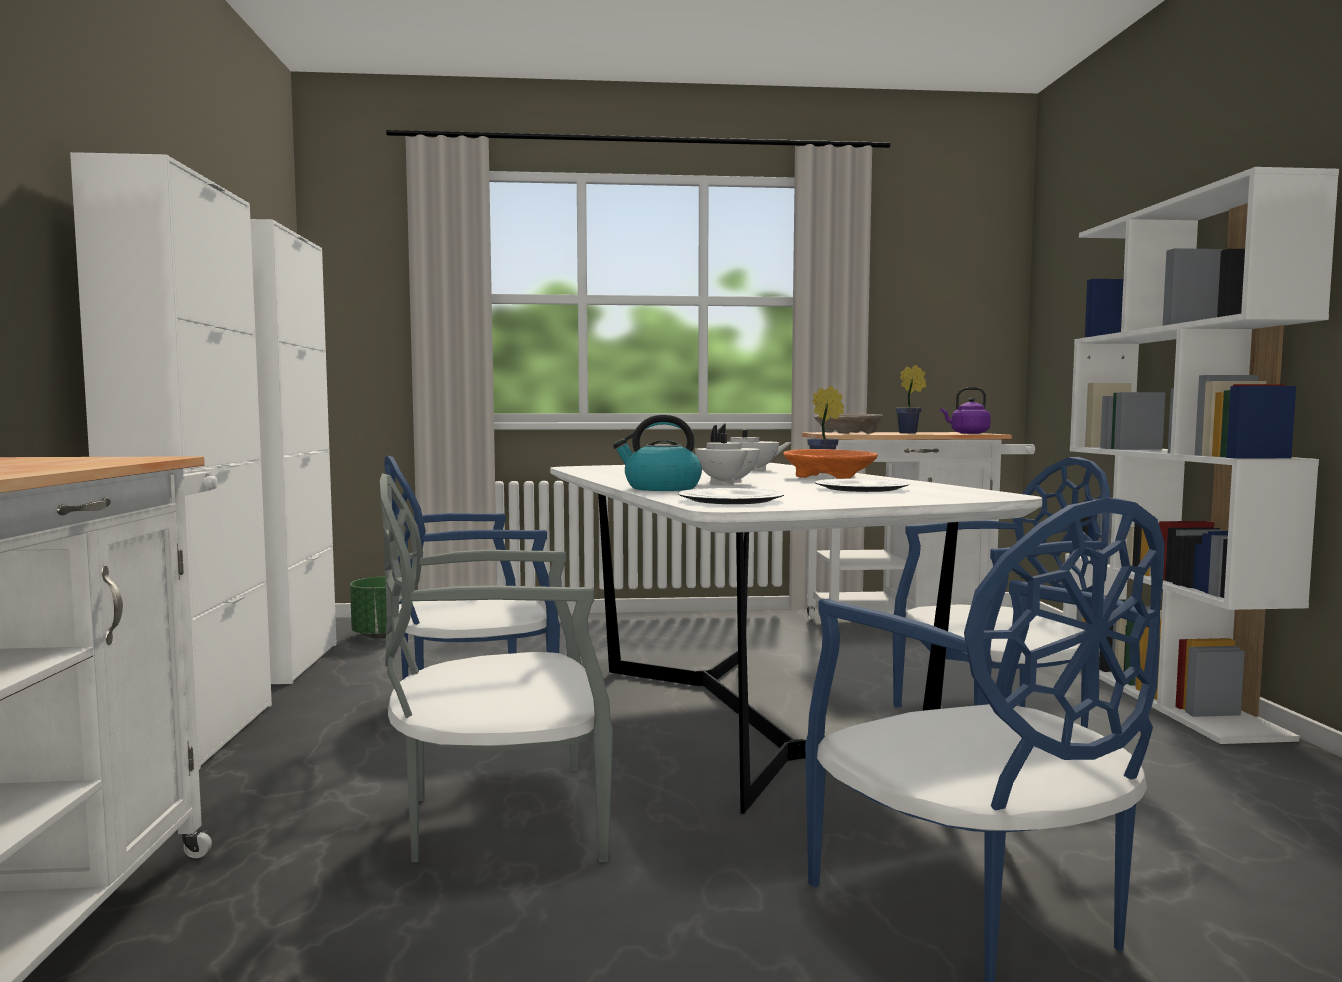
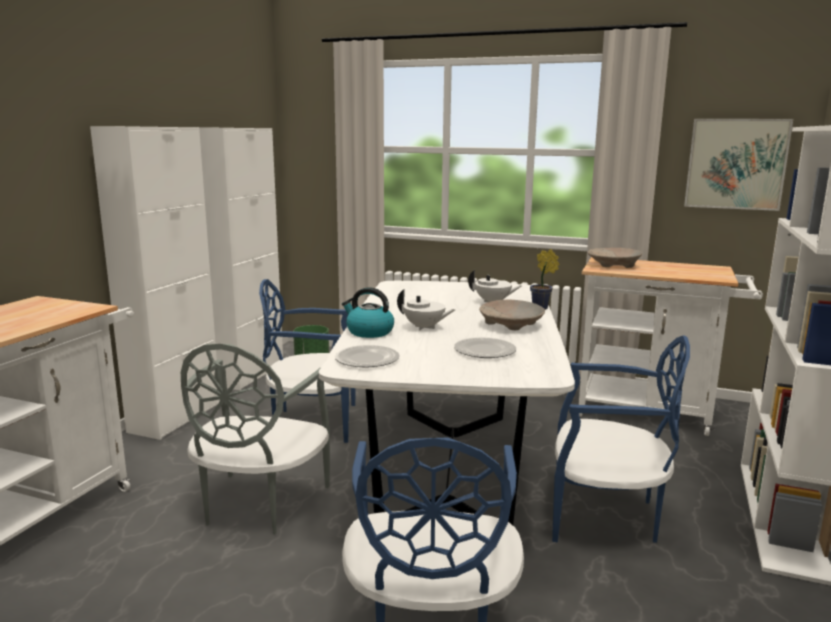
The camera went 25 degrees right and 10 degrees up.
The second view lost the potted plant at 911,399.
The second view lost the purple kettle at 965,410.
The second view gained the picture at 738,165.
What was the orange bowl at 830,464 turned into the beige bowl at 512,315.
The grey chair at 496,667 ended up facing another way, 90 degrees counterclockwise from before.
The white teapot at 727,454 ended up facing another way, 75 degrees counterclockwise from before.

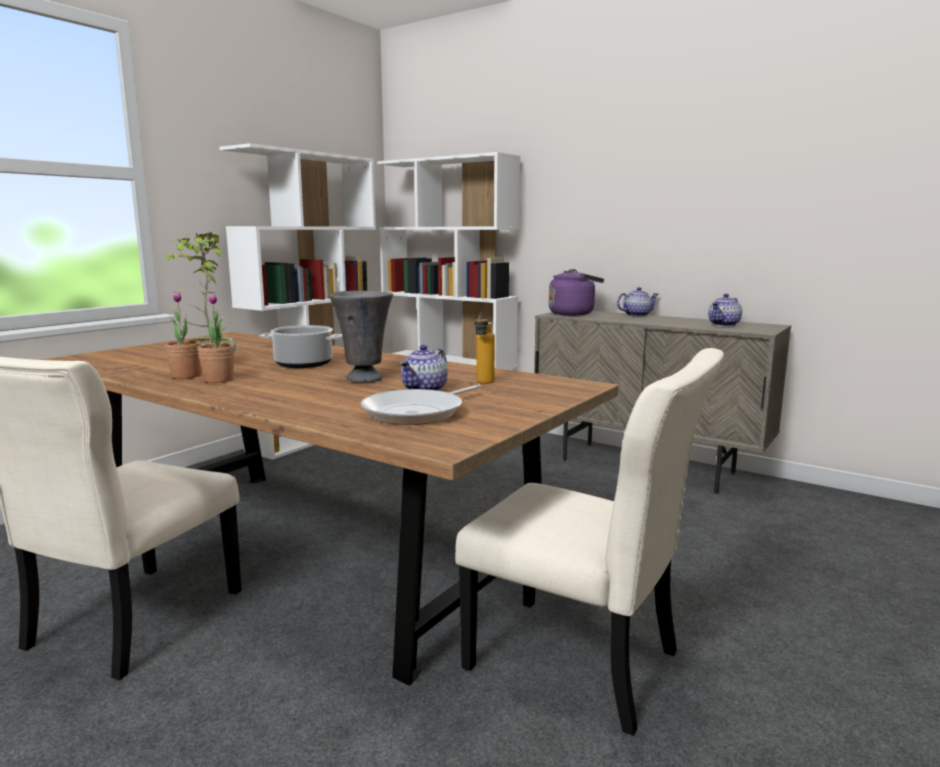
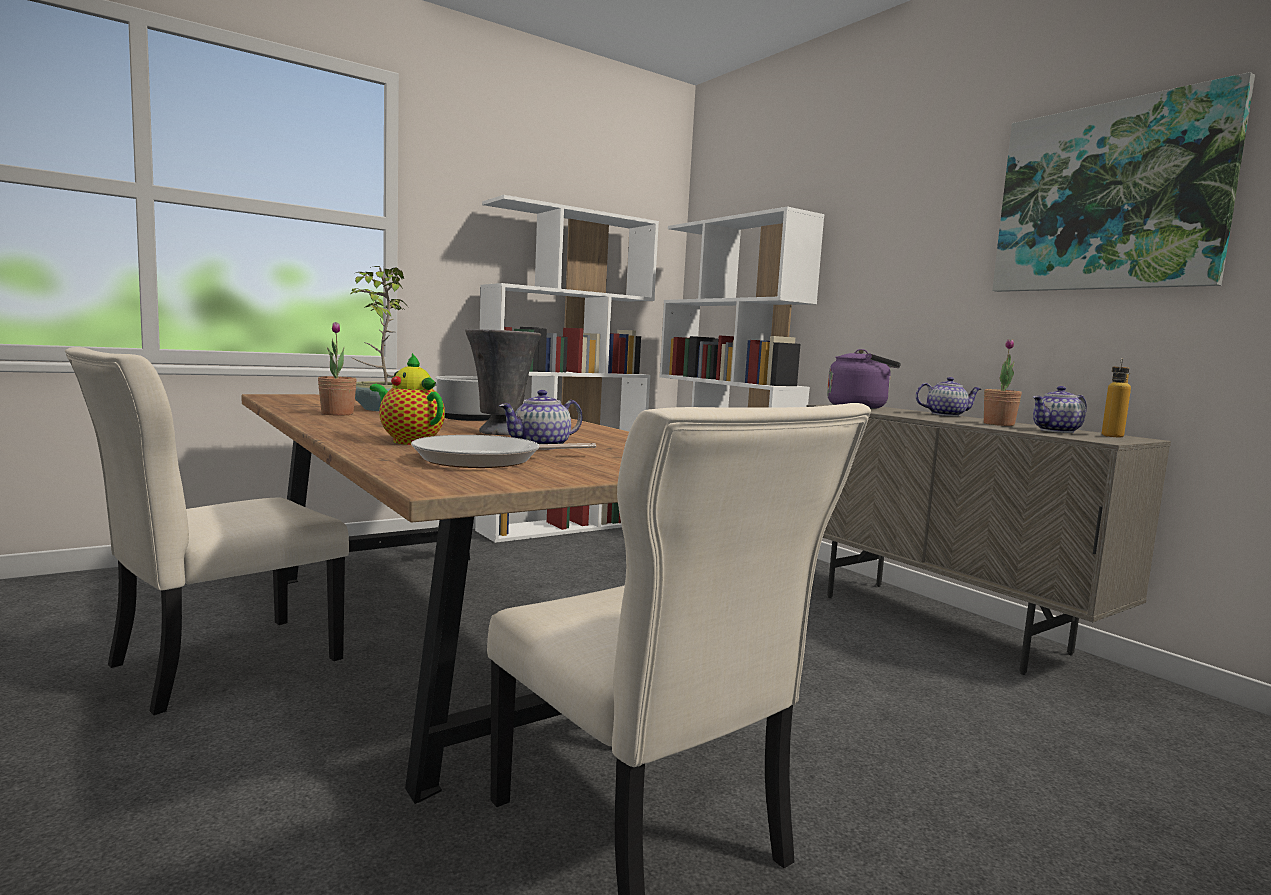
The camera went 20 degrees right and 5 degrees down.
The second view gained the teapot at 407,399.
The second view gained the picture at 1123,182.
The potted plant ended up elsewhere, having gone from 215,338 to 1003,382.
The bottle ended up elsewhere, having gone from 484,347 to 1116,398.

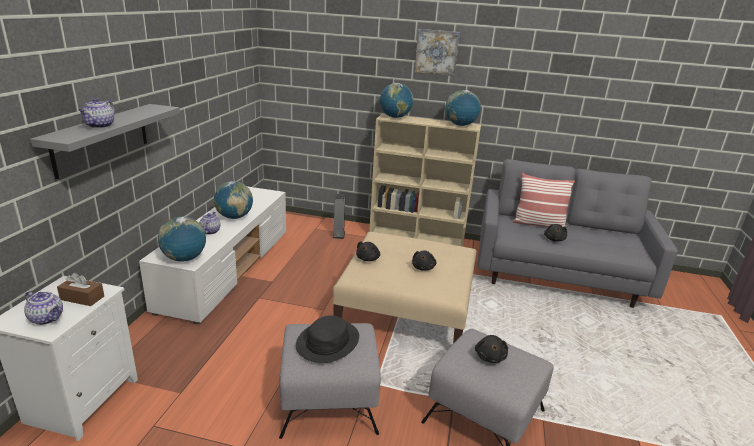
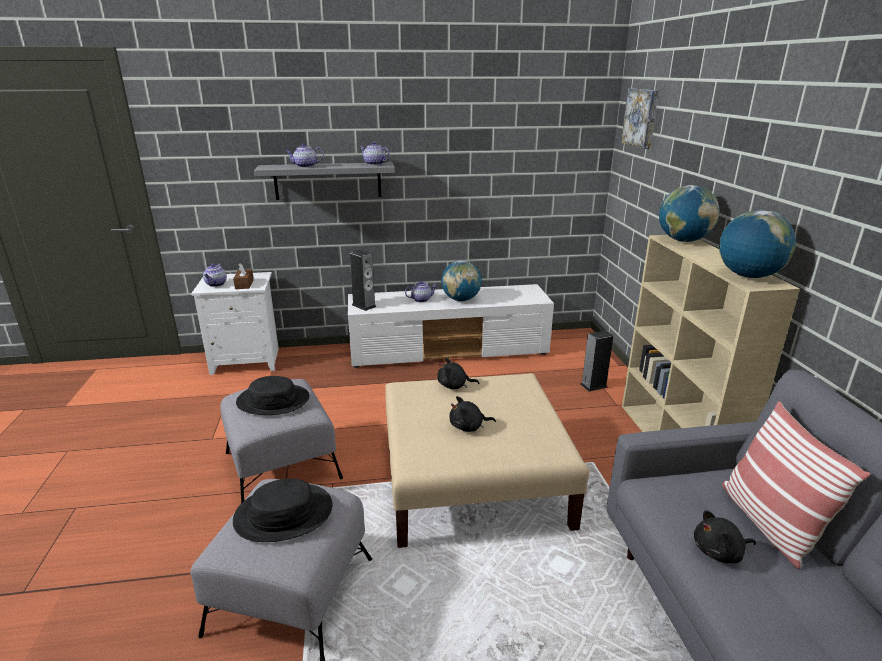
The camera went 70 degrees right and 0 degrees up.
The second view gained the teapot at 375,153.
The picture ended up elsewhere, having gone from 437,52 to 640,119.
Where the globe stood at 182,239, the speaker came to stand at 363,280.
Where the black plush toy stood at 491,349, the black hat came to stand at 283,510.

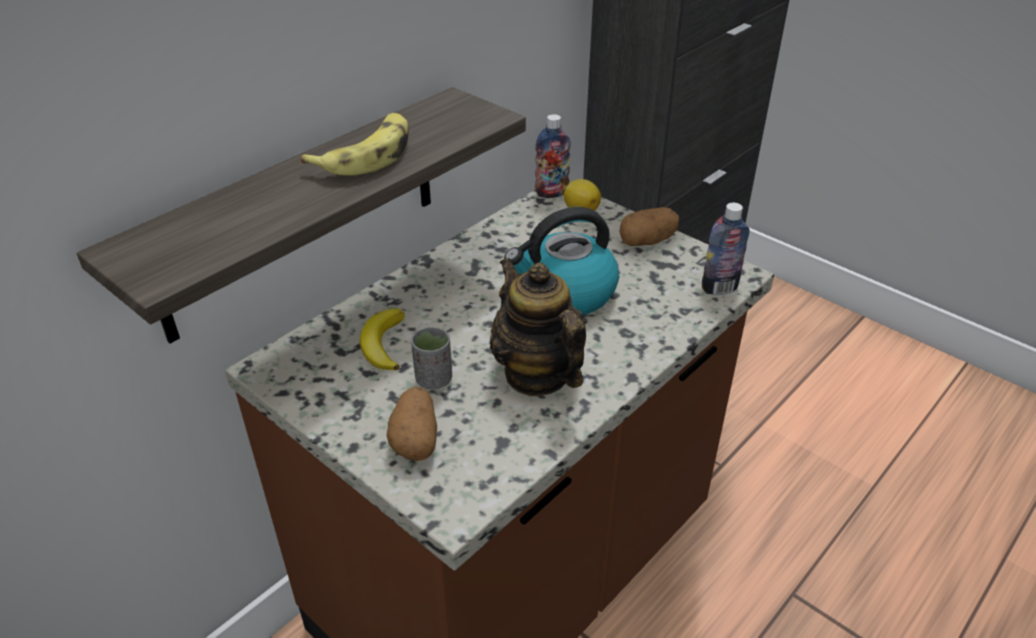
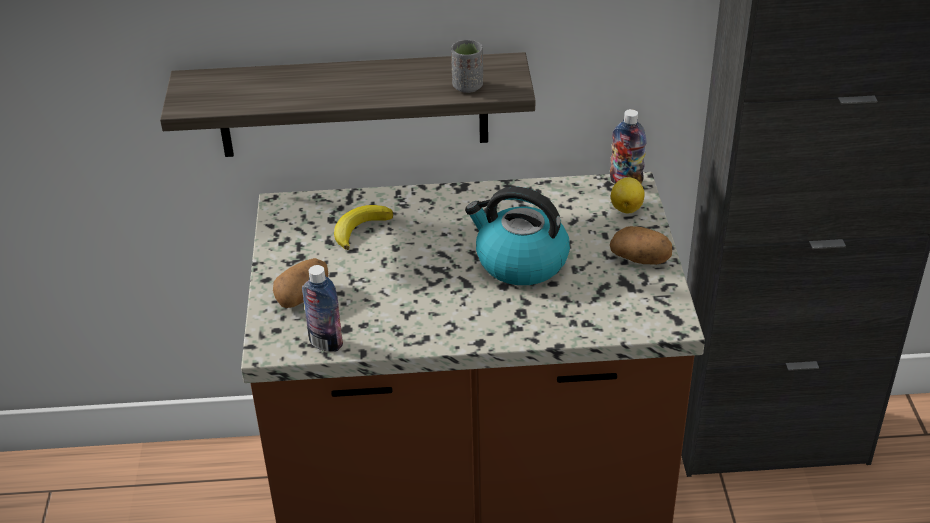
The camera went 45 degrees right and 0 degrees up.
The second view lost the banana at 354,144.
The second view lost the teapot at 538,327.
The grey cup ended up elsewhere, having gone from 431,358 to 467,66.
The bottle ended up elsewhere, having gone from 726,249 to 322,308.

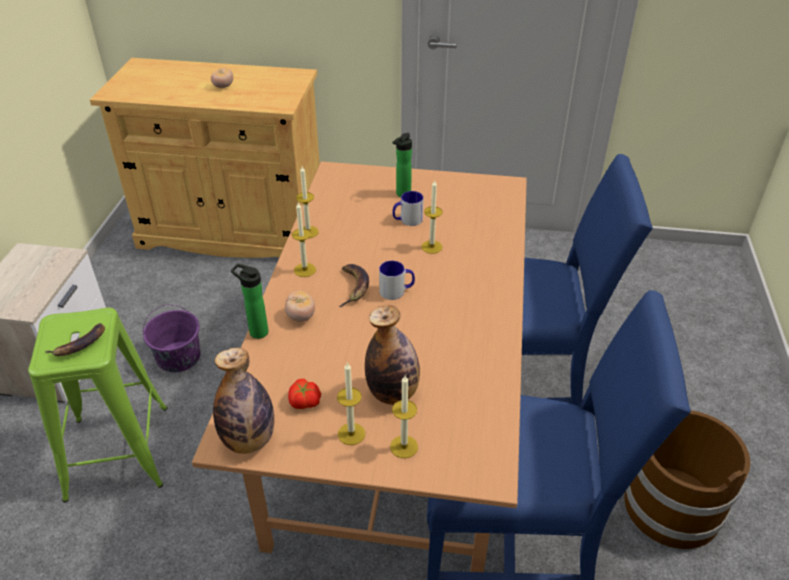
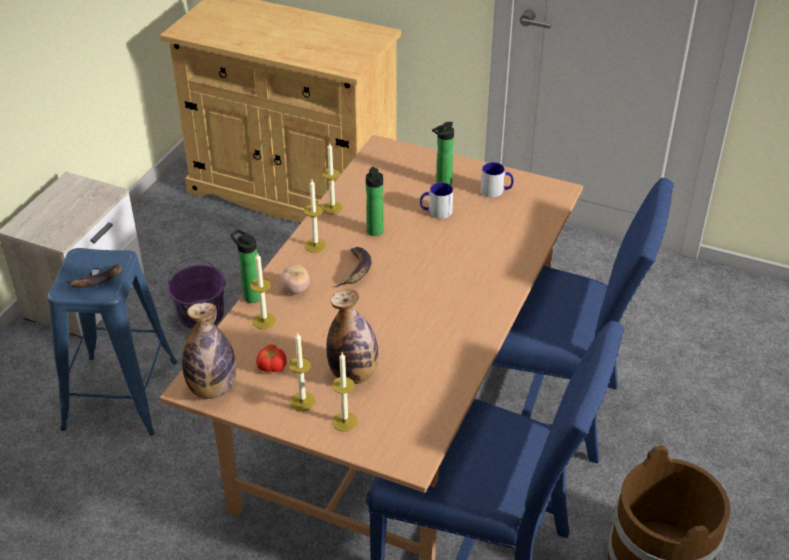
The camera went 15 degrees right and 0 degrees up.
The second view lost the tomato at 222,78.
The second view gained the bottle at 375,201.
The mug ended up elsewhere, having gone from 397,280 to 497,180.
The candle ended up elsewhere, having gone from 432,217 to 263,291.
What was the green stool at 97,405 turned into the blue stool at 112,342.

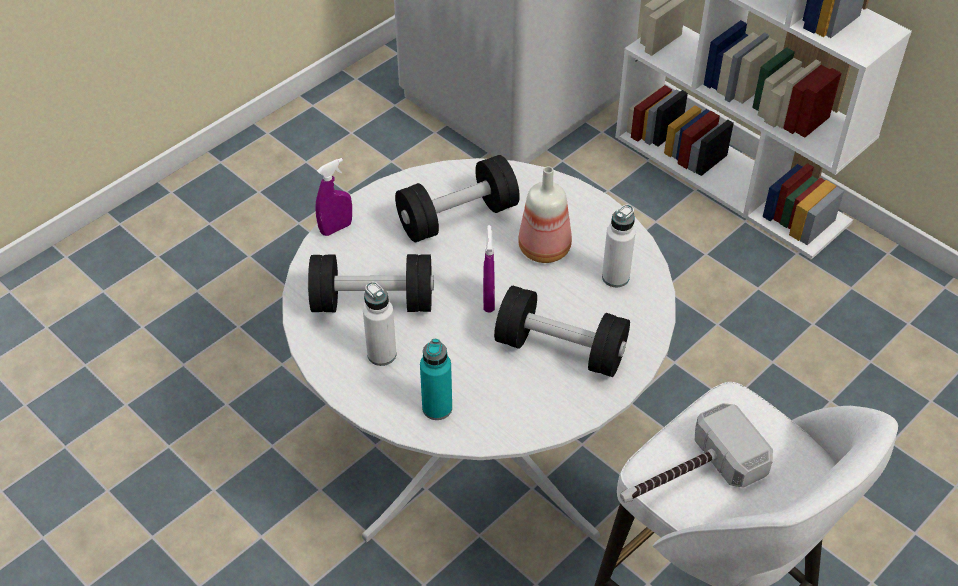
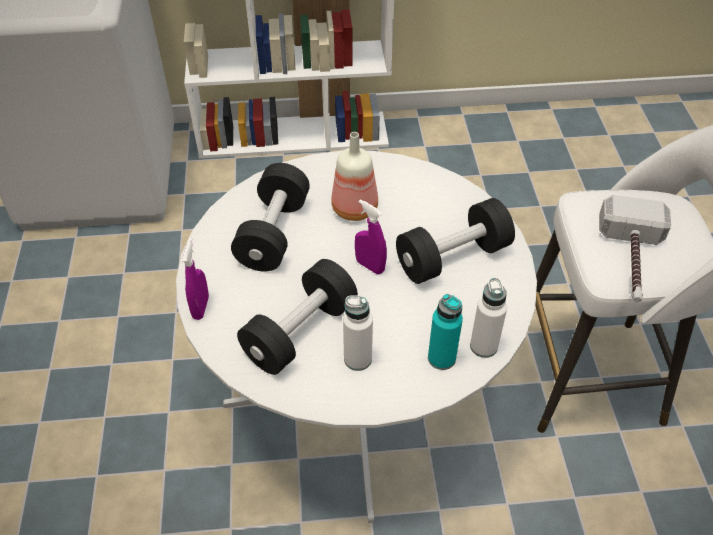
The camera went 50 degrees left and 0 degrees up.
The white bottle ended up elsewhere, having gone from 619,246 to 488,318.

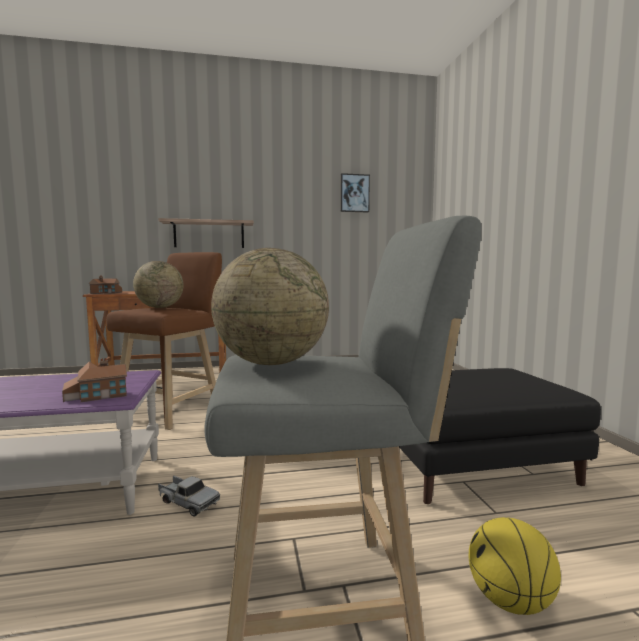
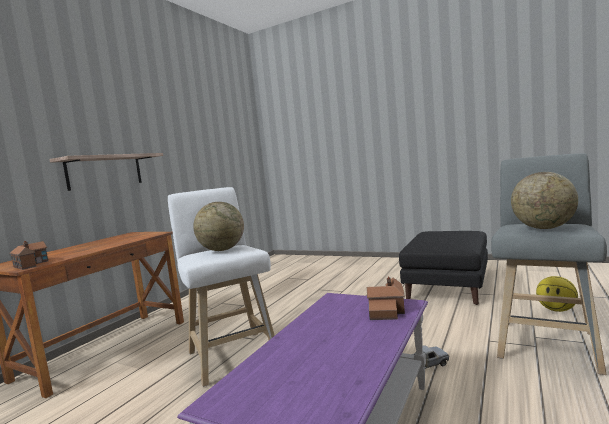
The camera went 50 degrees left and 0 degrees up.
The second view lost the picture at 355,192.
What was the brown stool at 164,341 turned into the white stool at 221,287.

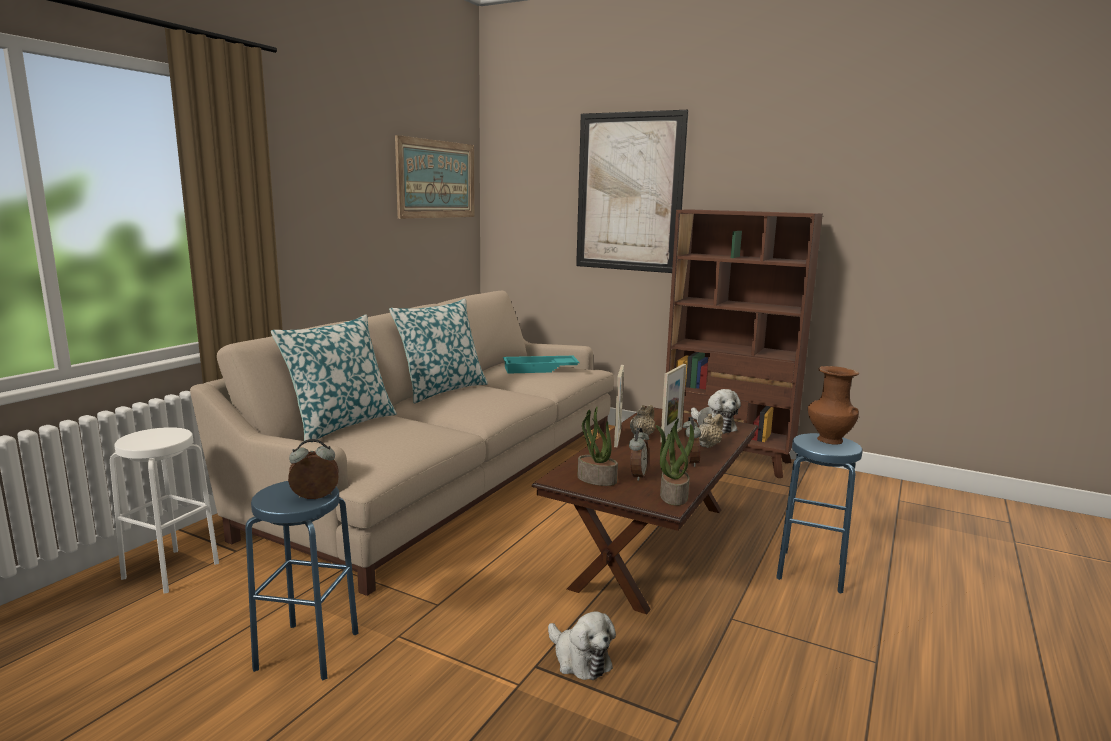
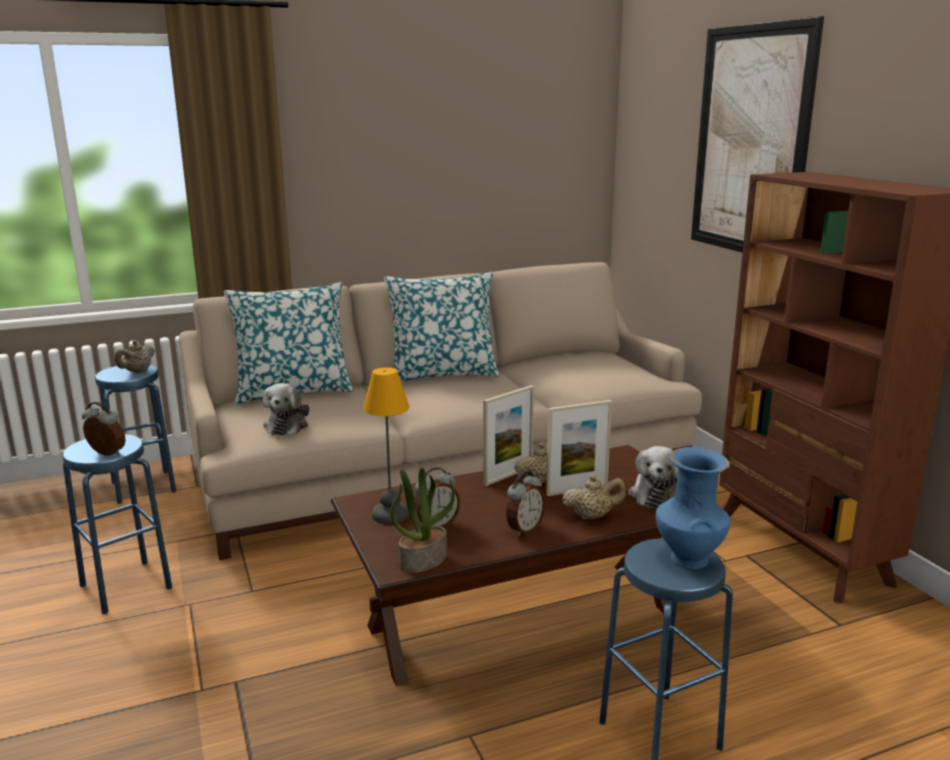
The camera went 40 degrees right and 5 degrees up.
The second view lost the picture at 435,177.
The second view lost the turquoise tray at 541,365.
The second view gained the beige teapot at 135,356.
The plush toy ended up elsewhere, having gone from 582,646 to 286,409.
Where the potted plant stood at 598,446, the table lamp came to stand at 386,445.
What was the white stool at 164,510 turned into the blue stool at 135,434.
What was the brown vase at 833,405 turned into the blue vase at 693,508.

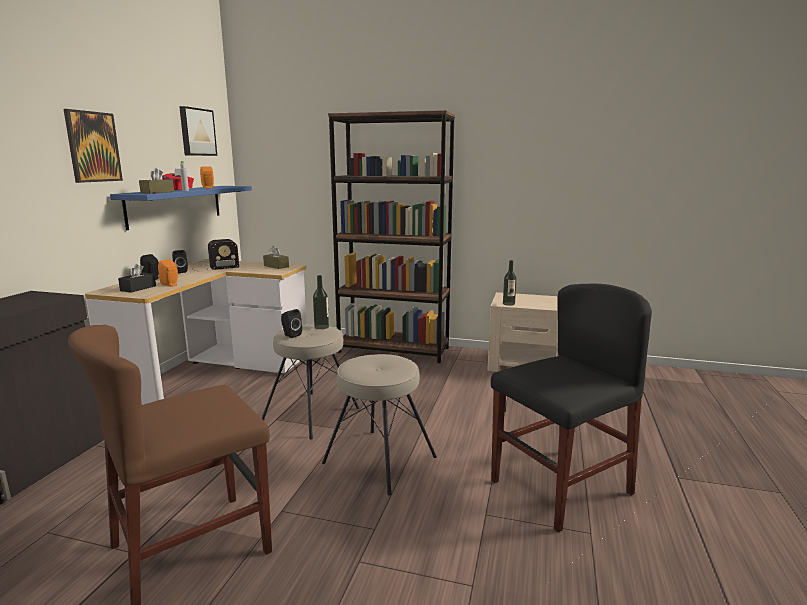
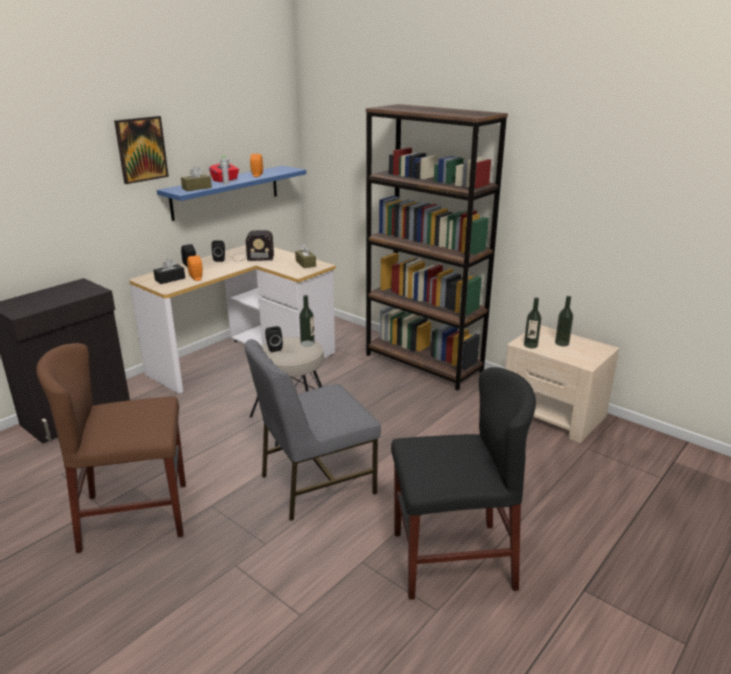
The camera went 25 degrees right and 10 degrees up.
The second view lost the picture at 198,131.
The second view gained the bottle at 564,321.
Where the beige stool stood at 379,424, the grey chair came to stand at 313,430.

